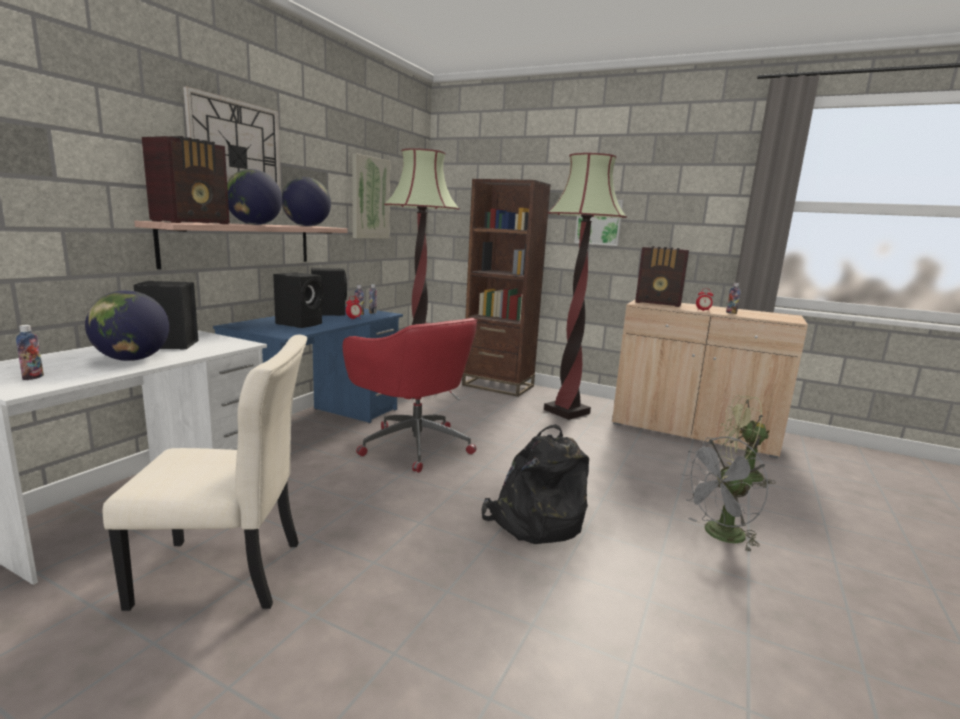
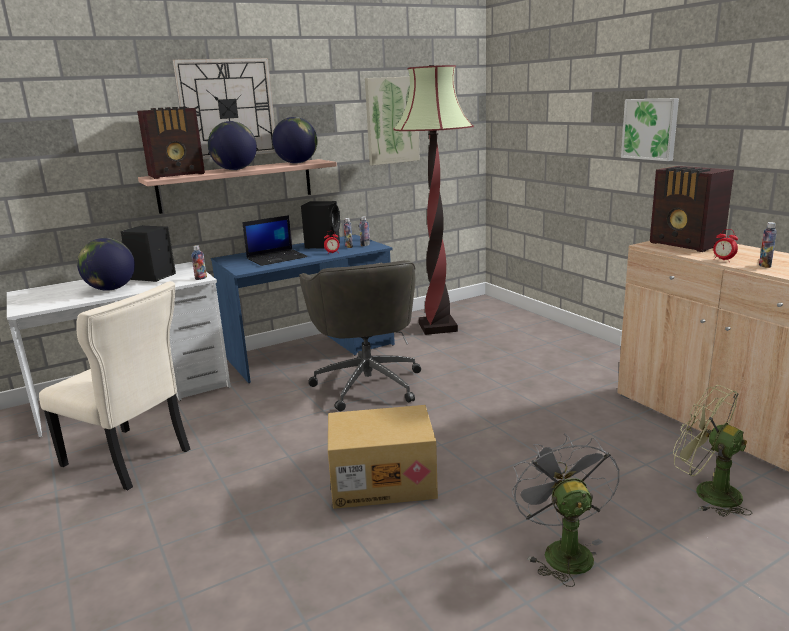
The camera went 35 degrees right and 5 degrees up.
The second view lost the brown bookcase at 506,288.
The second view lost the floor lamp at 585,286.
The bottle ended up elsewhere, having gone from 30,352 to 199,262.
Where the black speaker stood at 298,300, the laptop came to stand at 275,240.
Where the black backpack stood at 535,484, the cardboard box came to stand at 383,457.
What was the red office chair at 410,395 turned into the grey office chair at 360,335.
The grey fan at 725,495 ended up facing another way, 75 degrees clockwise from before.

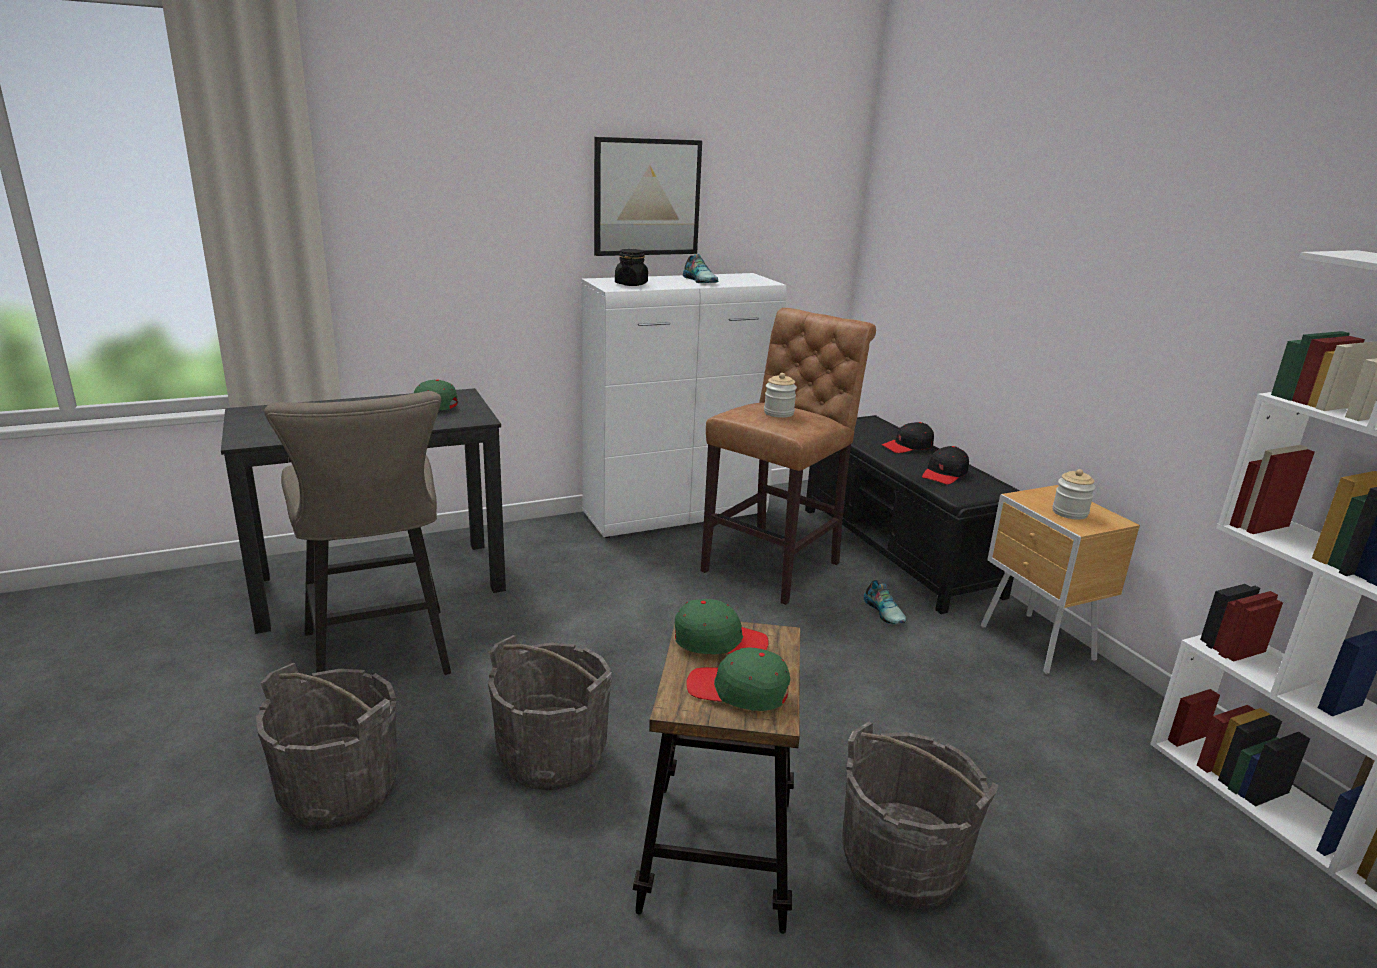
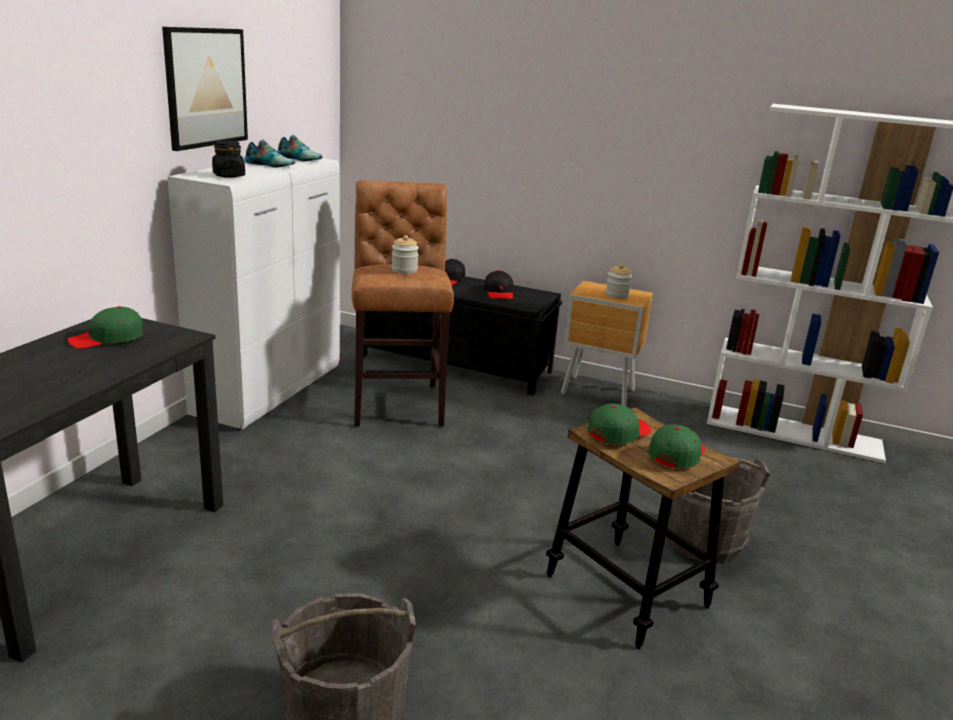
The camera went 45 degrees left and 0 degrees up.
The second view lost the beige stool at 357,533.
The second view lost the grey bucket at 550,713.
The shoe ended up elsewhere, having gone from 885,602 to 299,148.
The green cap at 738,679 ended up facing another way, 150 degrees clockwise from before.

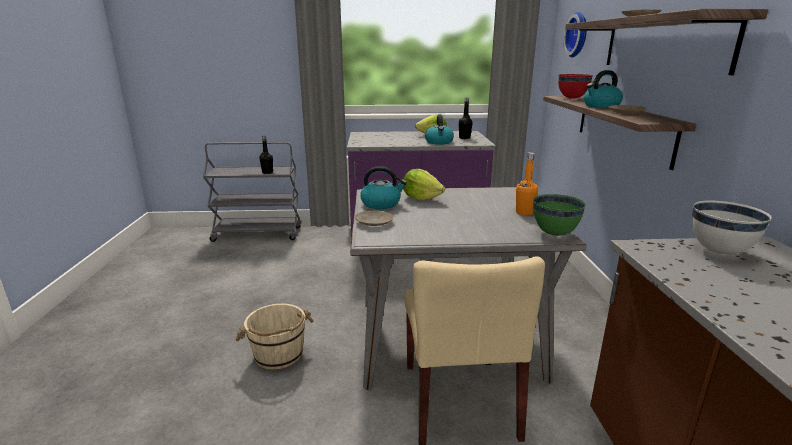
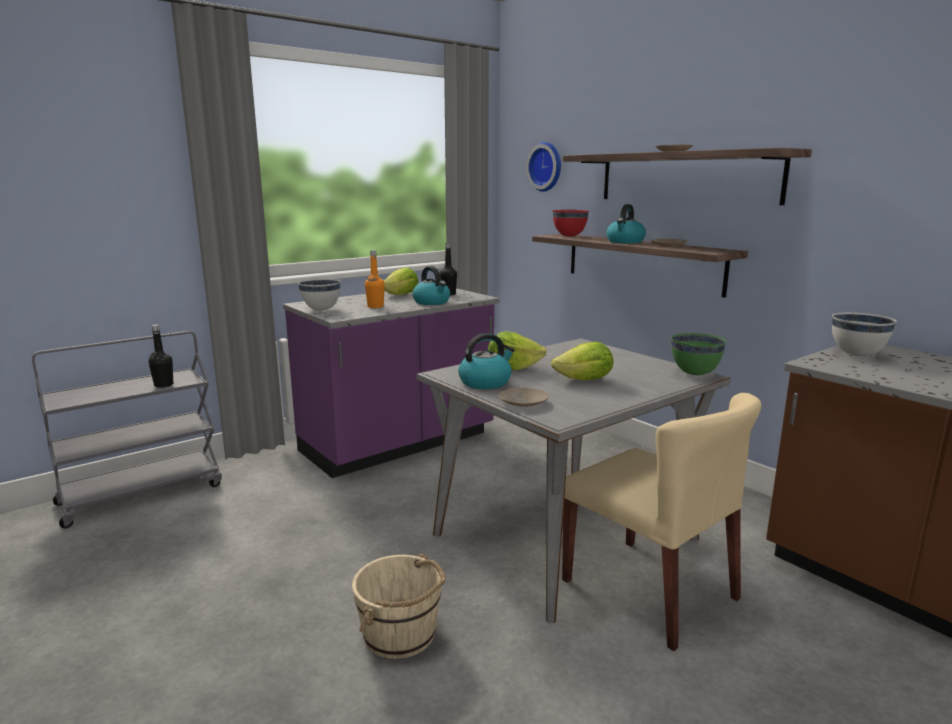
The camera went 35 degrees left and 5 degrees down.
The second view gained the white bowl at 319,295.
The second view gained the lettuce at 582,361.
The orange bottle ended up elsewhere, having gone from 527,183 to 375,279.

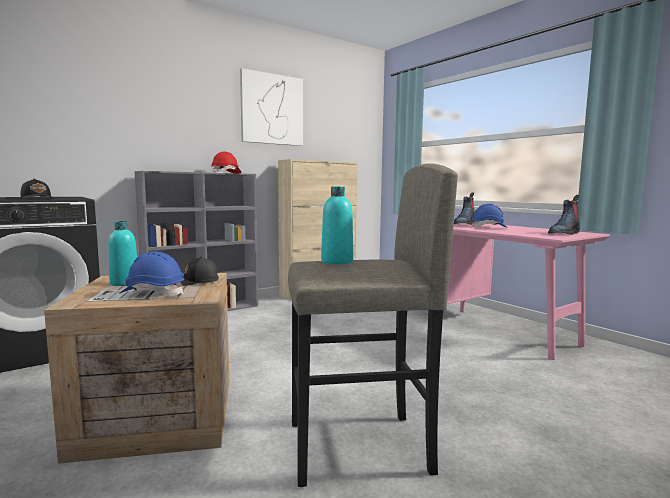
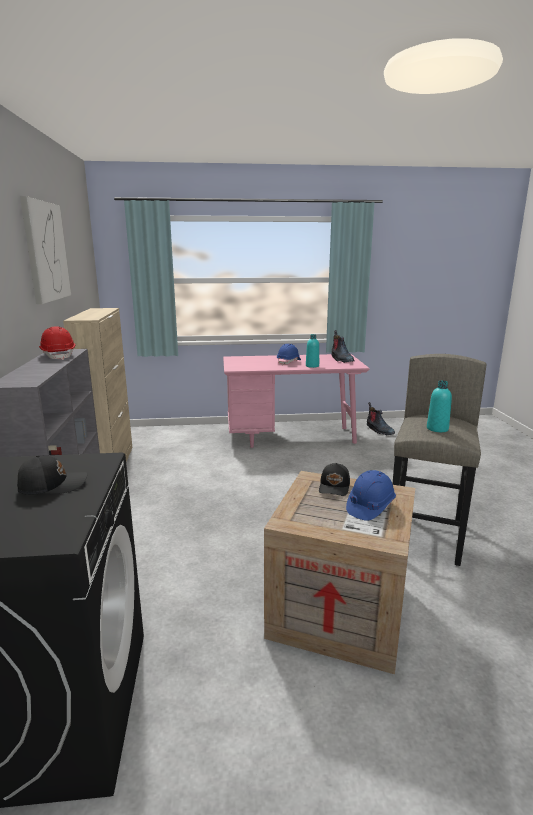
The camera went 60 degrees left and 10 degrees up.
The turquoise bottle ended up elsewhere, having gone from 122,253 to 312,351.
The boot ended up elsewhere, having gone from 464,208 to 381,418.

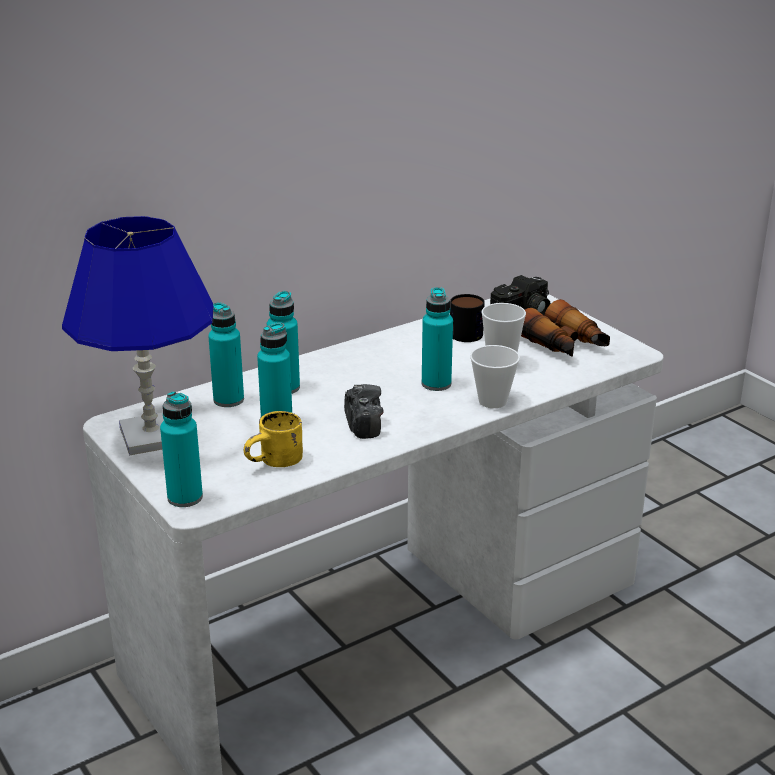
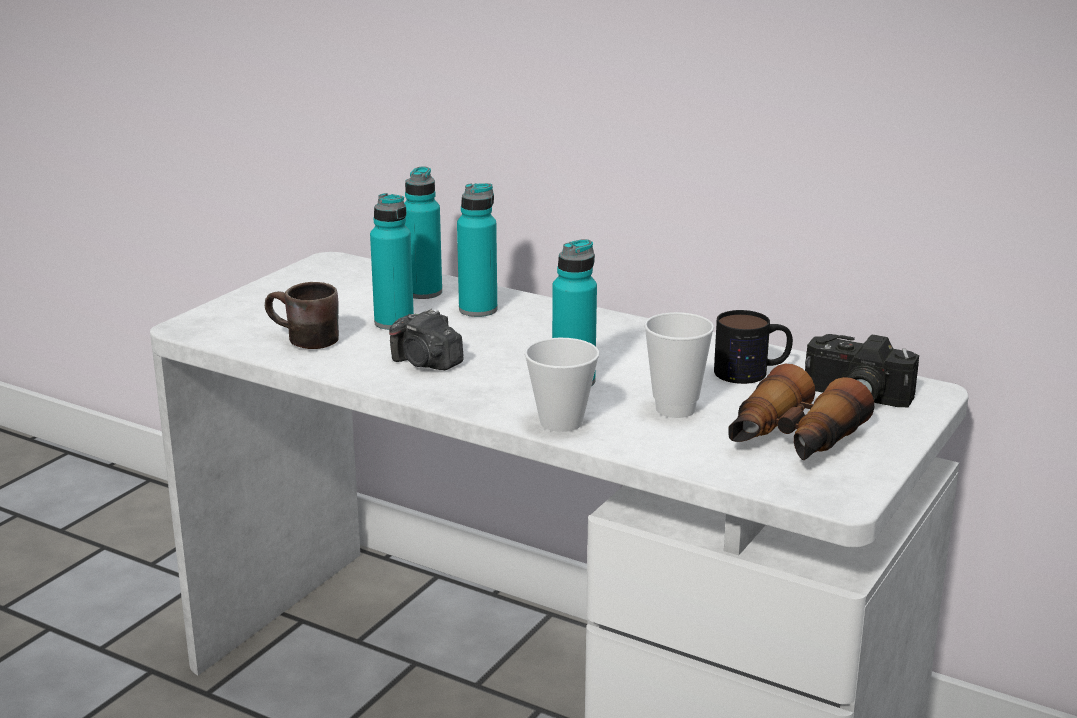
The camera went 65 degrees right and 5 degrees down.
The second view lost the blue table lamp at 138,335.
The second view lost the turquoise bottle at 181,449.
What was the yellow mug at 273,439 turned into the brown mug at 302,315.
The photo camera at 364,411 ended up facing another way, 75 degrees clockwise from before.

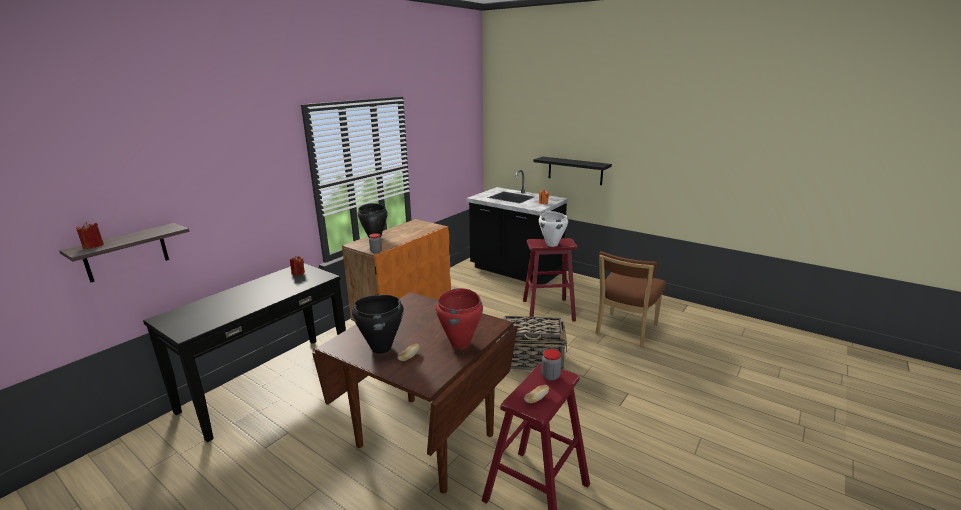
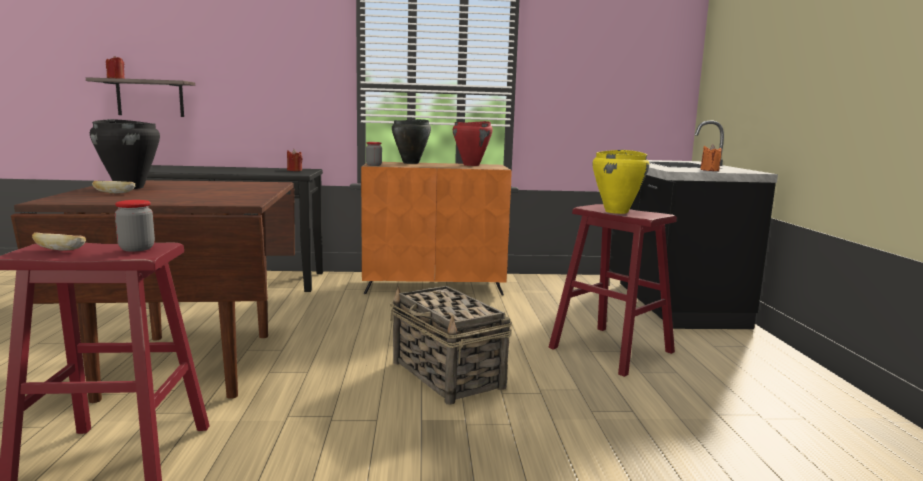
The camera went 50 degrees right and 10 degrees down.
The second view lost the black shelf at 572,171.
The second view lost the brown chair at 630,299.
The red cooking pot ended up elsewhere, having gone from 459,318 to 473,143.
What was the white cooking pot at 553,229 turned into the yellow cooking pot at 620,182.

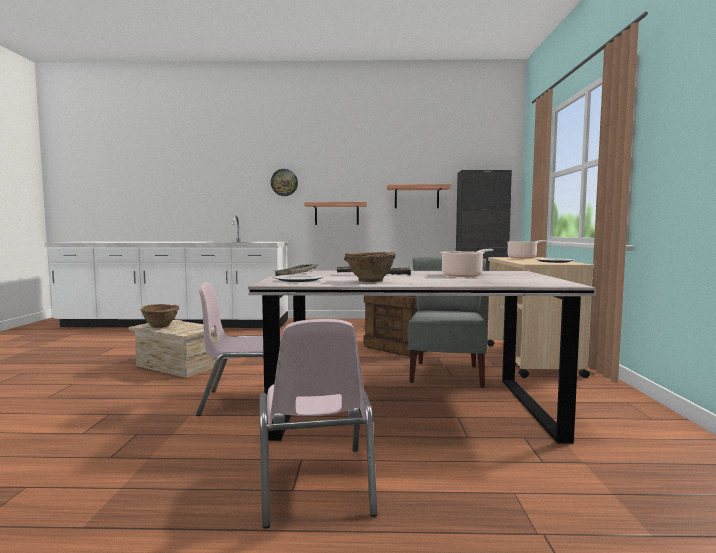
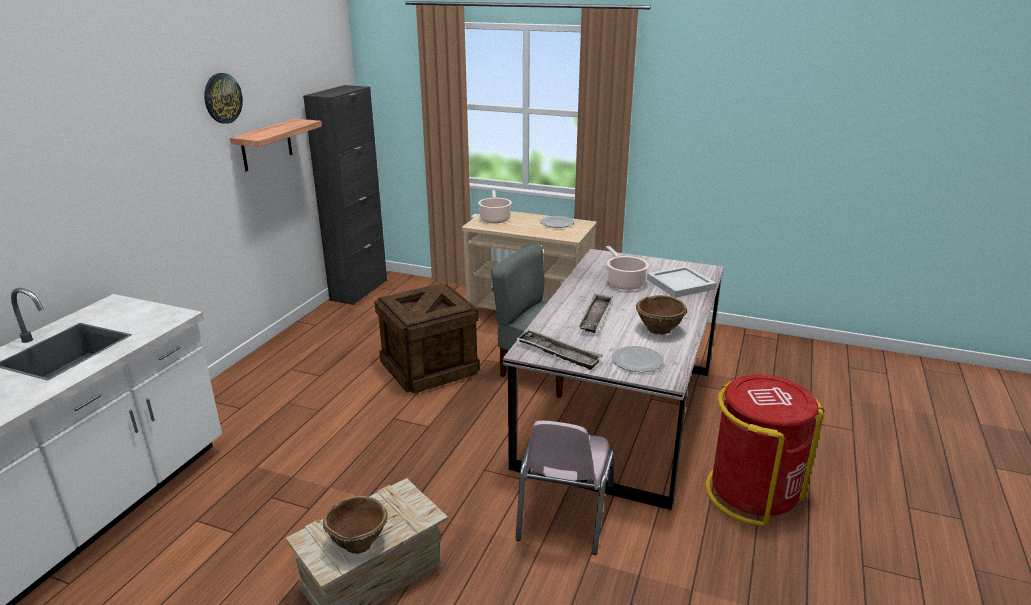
The camera went 70 degrees left and 20 degrees up.
The second view lost the shelf at 335,213.
The second view gained the white tray at 681,282.
The wall clock ended up elsewhere, having gone from 284,182 to 223,98.
Where the pink chair stood at 318,424, the red trash can came to stand at 765,450.

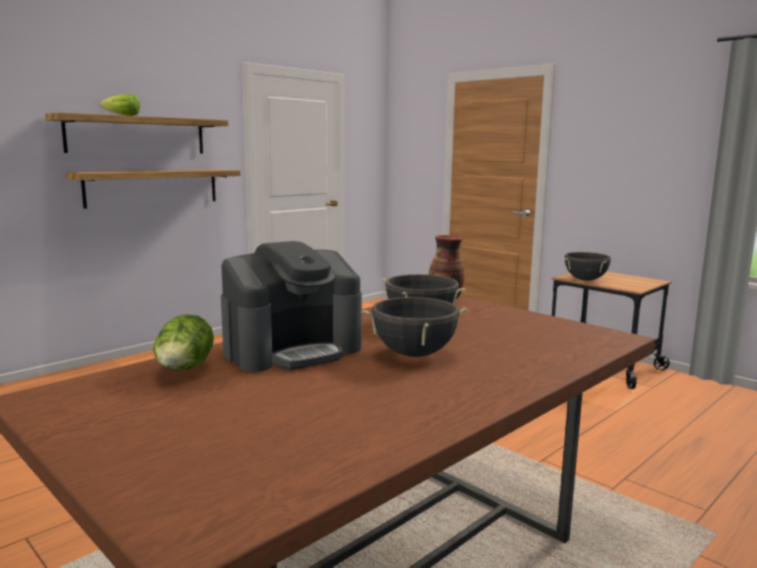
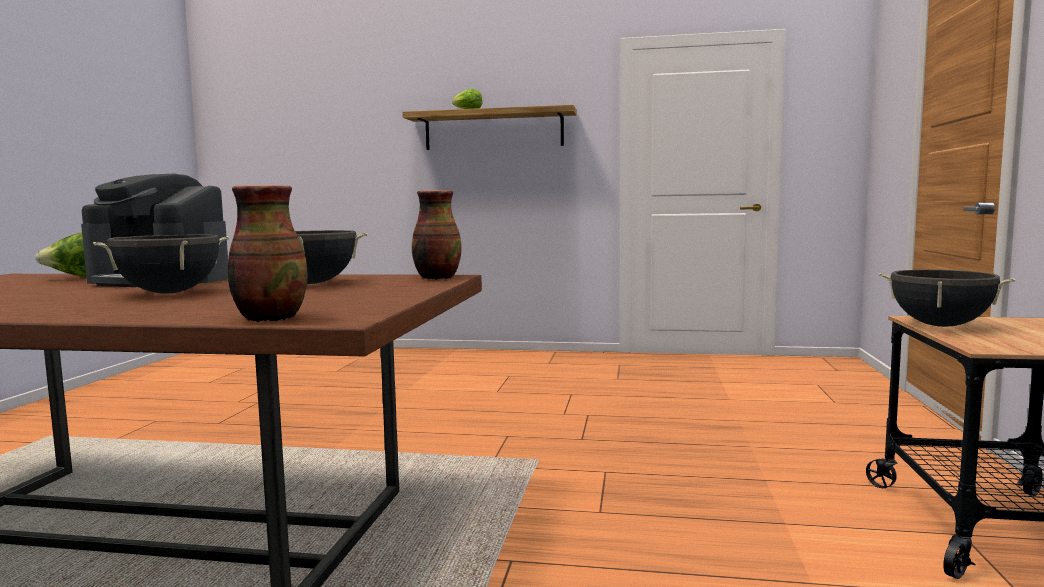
The camera went 55 degrees right and 5 degrees down.
The second view lost the shelf at 153,189.
The second view gained the vase at 267,253.

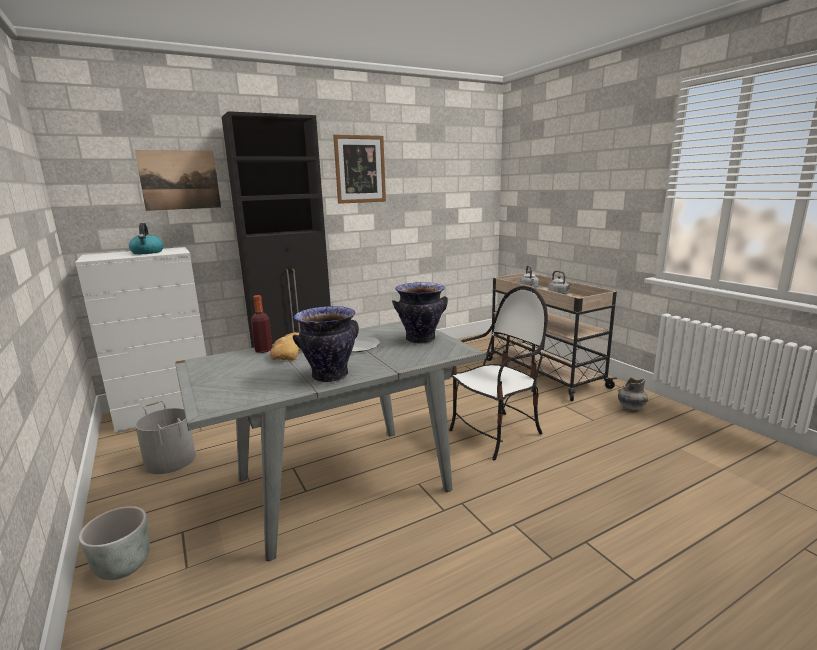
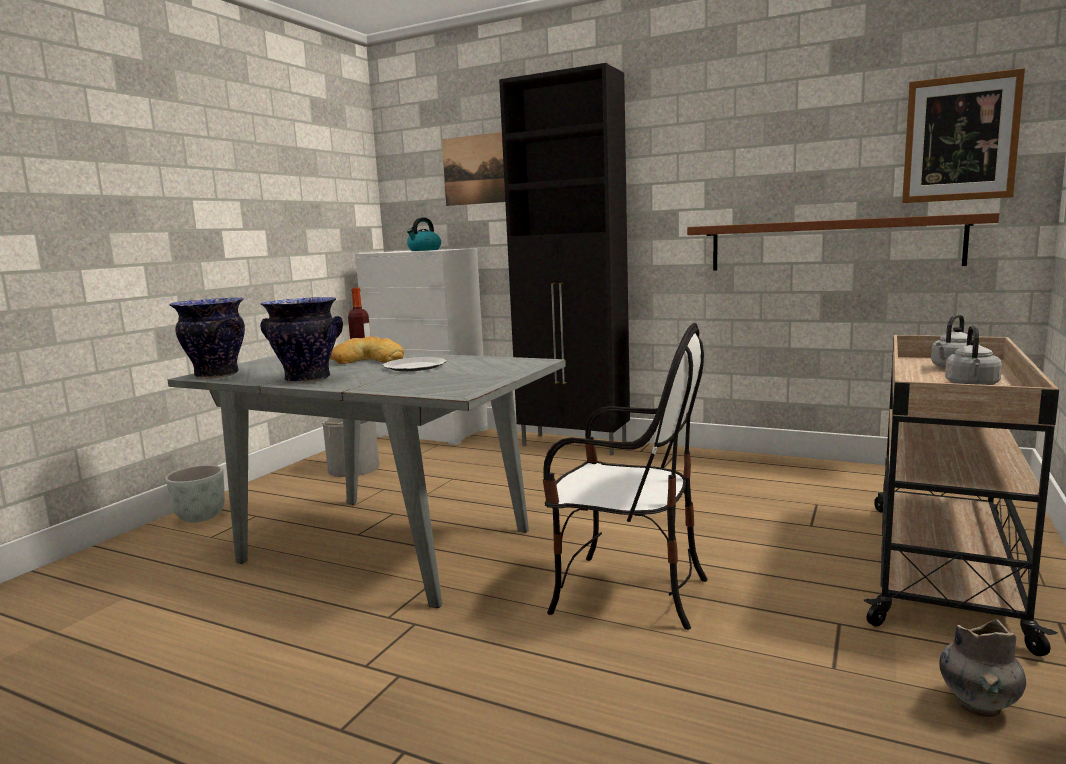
The camera went 55 degrees right and 5 degrees down.
The second view gained the brown shelf at 843,242.
The picture ended up elsewhere, having gone from 359,169 to 963,135.
The vase ended up elsewhere, having gone from 420,313 to 207,338.

